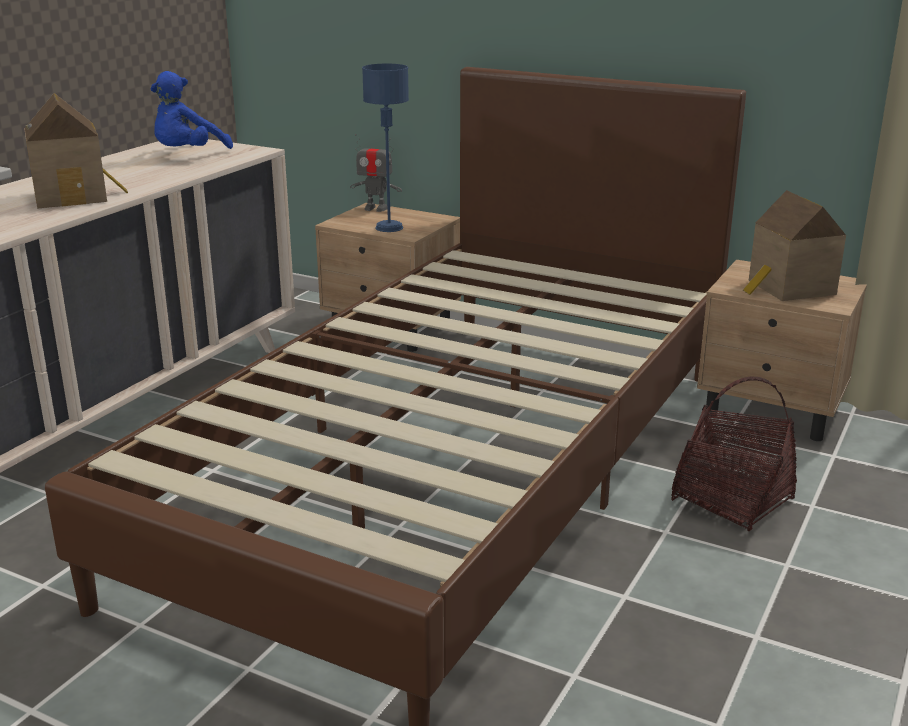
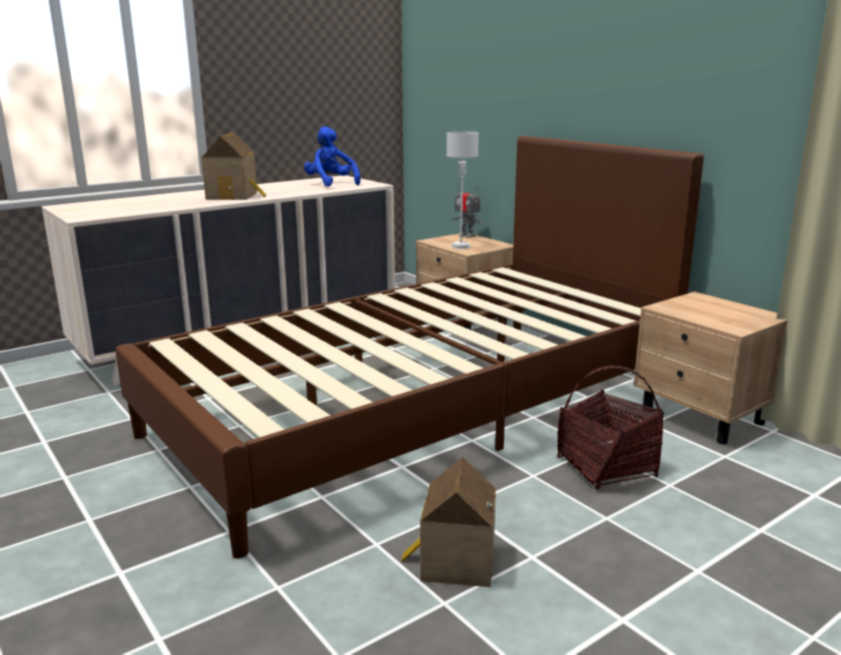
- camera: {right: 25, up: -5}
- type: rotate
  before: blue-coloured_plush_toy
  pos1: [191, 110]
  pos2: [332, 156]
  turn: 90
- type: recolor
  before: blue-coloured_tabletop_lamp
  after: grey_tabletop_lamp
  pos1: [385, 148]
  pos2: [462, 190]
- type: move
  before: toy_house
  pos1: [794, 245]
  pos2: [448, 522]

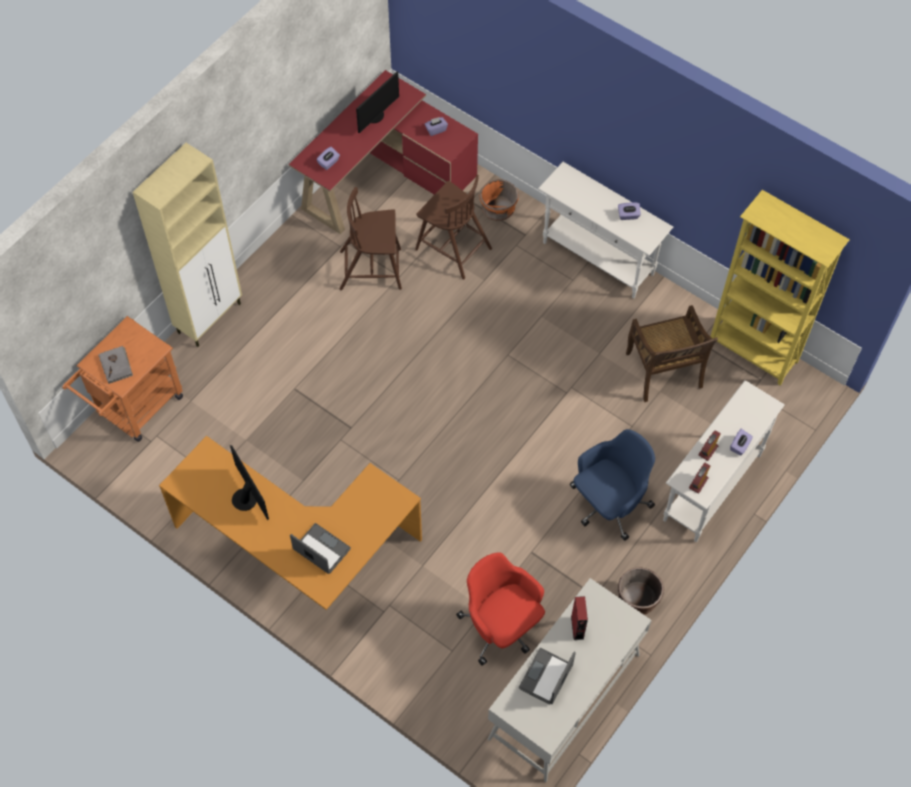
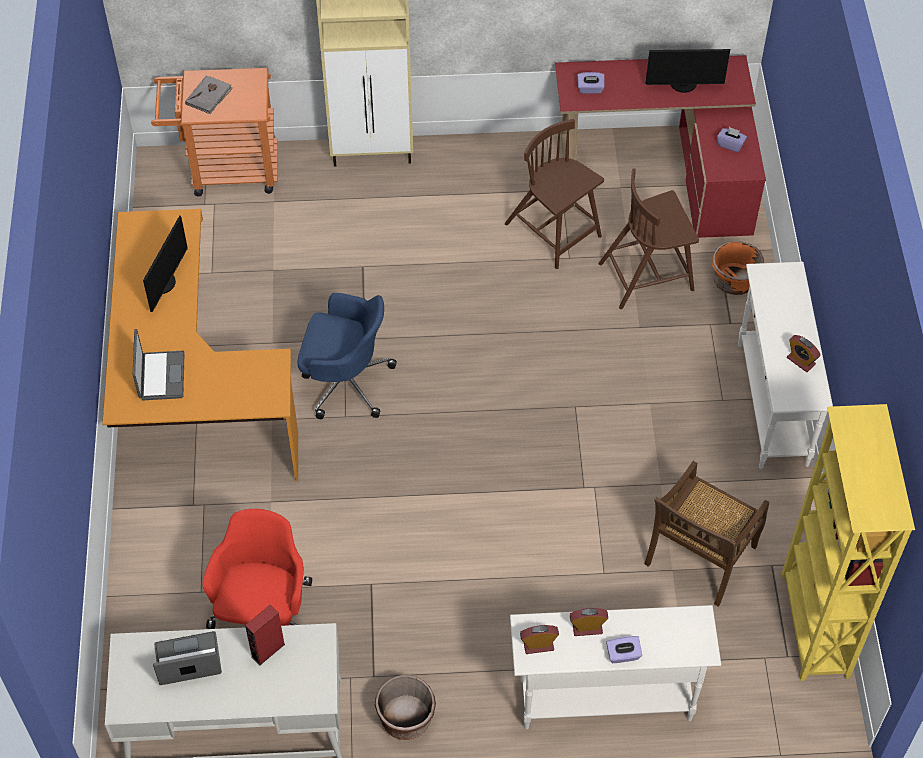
- camera: {right: 50, up: -5}
- type: rotate
  before: brown_chair
  pos1: [453, 227]
  pos2: [648, 239]
  turn: 75
- type: move
  before: blue-coloured_office_chair
  pos1: [612, 485]
  pos2: [347, 356]
- type: replace
  before: purplish_tissue_box
  after: table_clock
  pos1: [629, 211]
  pos2: [804, 353]

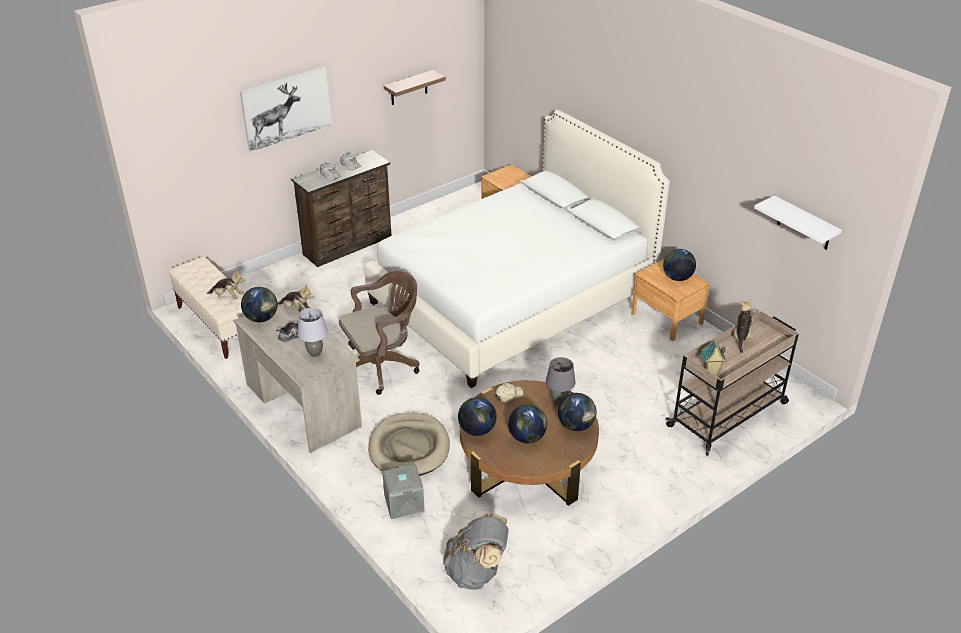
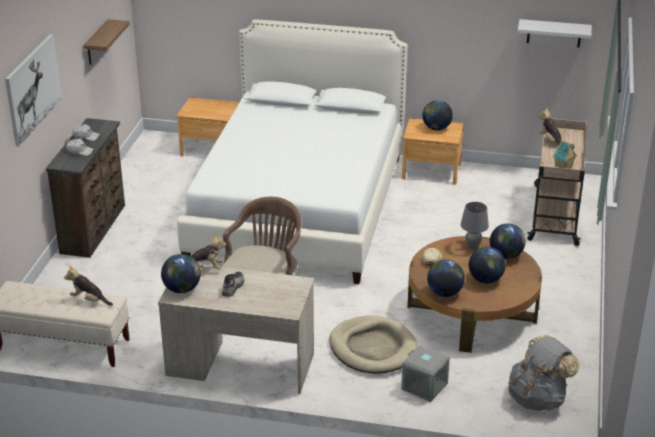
- camera: {right: -40, up: -5}
- type: rotate
  before: plush_toy
  pos1: [226, 285]
  pos2: [88, 285]
  turn: -135
- type: delete
  before: grey_tabletop_lamp
  pos1: [313, 332]

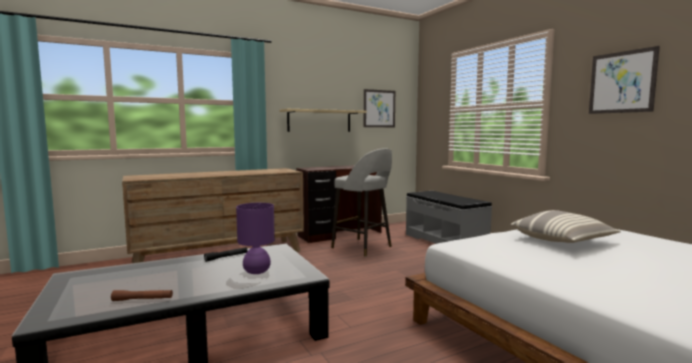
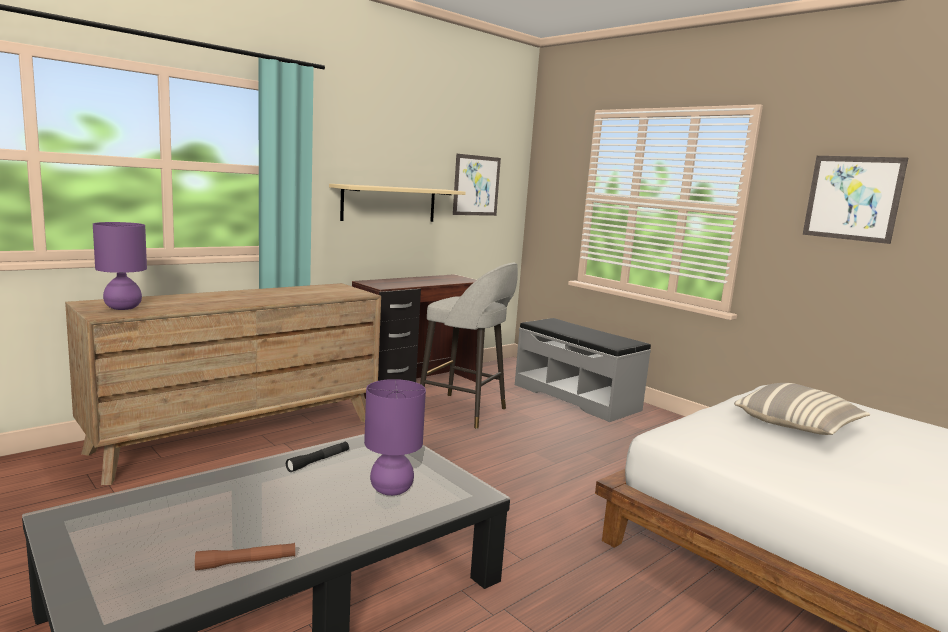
- camera: {right: -15, up: 5}
- type: insert
  after: purplish_tabletop_lamp
  pos2: [120, 266]

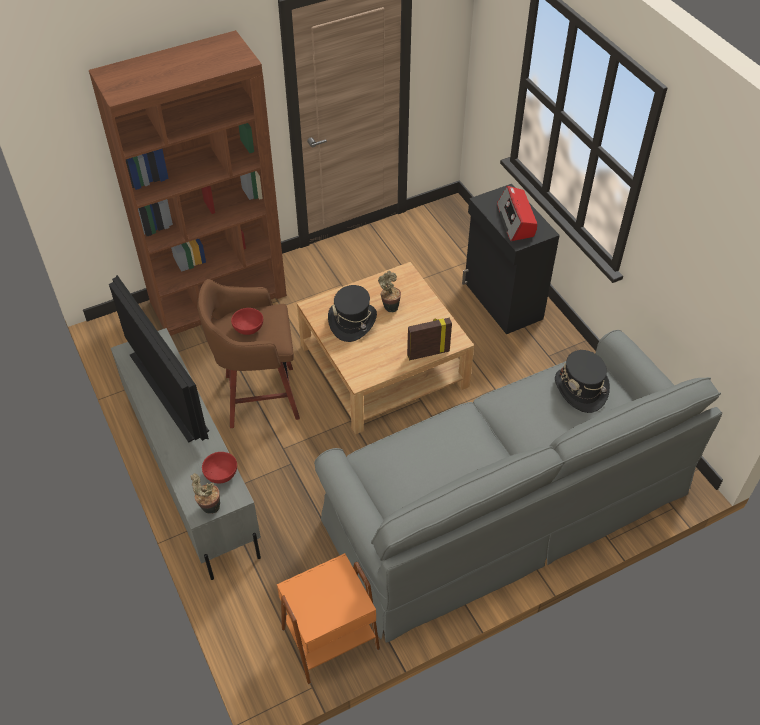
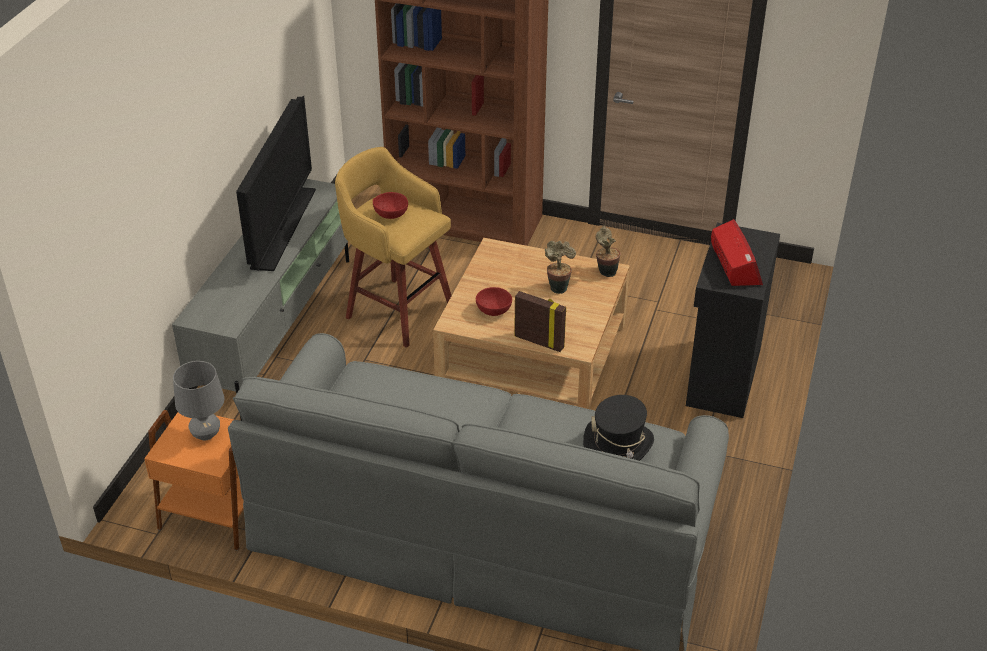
- camera: {right: 45, up: -10}
- type: move
  before: houseplant
  pos1: [205, 493]
  pos2: [608, 251]
- type: recolor
  before: brown_stool
  after: yellow_stool
  pos1: [248, 353]
  pos2: [393, 247]
- type: move
  before: red-coloured_serving_bowl
  pos1: [219, 467]
  pos2: [494, 301]
- type: delete
  before: black-coloured_wearable_hat
  pos1: [352, 313]
- type: rotate
  before: radio
  pos1: [517, 213]
  pos2: [737, 252]
  turn: 135
- type: insert
  after: grey_tabletop_lamp
  pos2: [198, 400]

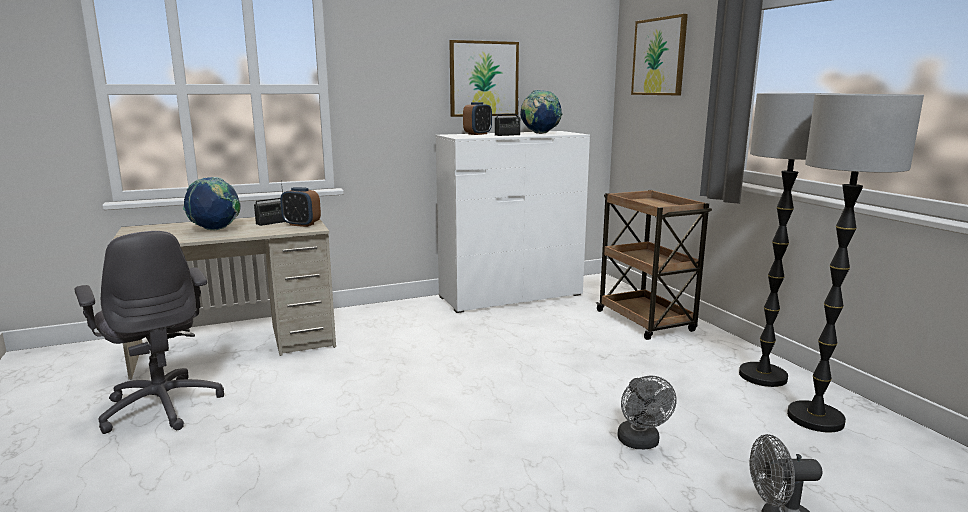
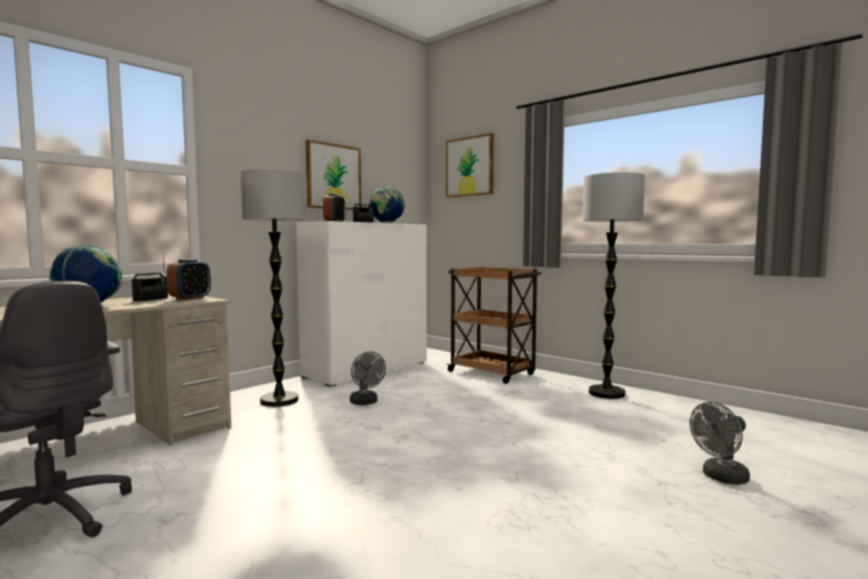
- camera: {right: -25, up: -10}
- type: rotate
  before: table_clock
  pos1: [300, 207]
  pos2: [188, 279]
  turn: -60
- type: move
  before: grey_electric_fan
  pos1: [647, 412]
  pos2: [368, 378]
- type: move
  before: floor_lamp
  pos1: [855, 263]
  pos2: [273, 288]

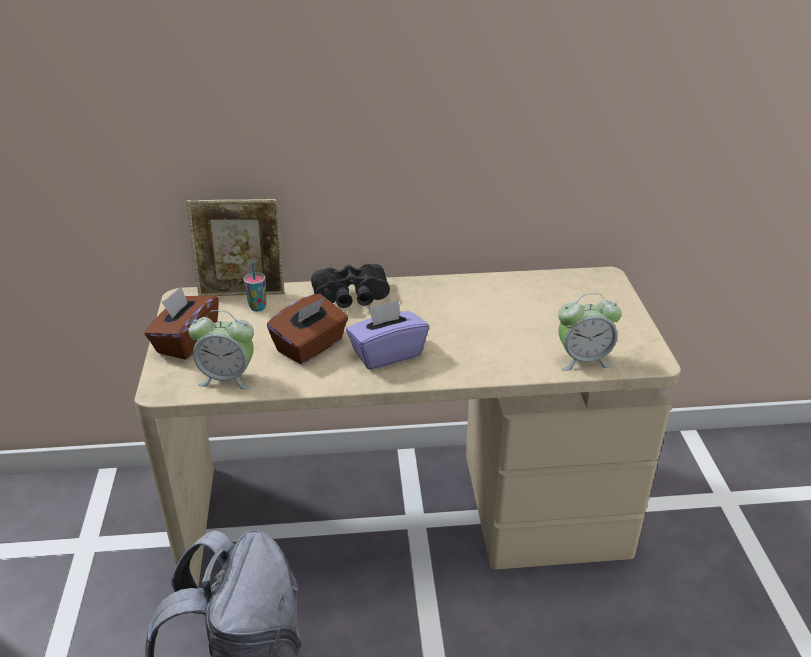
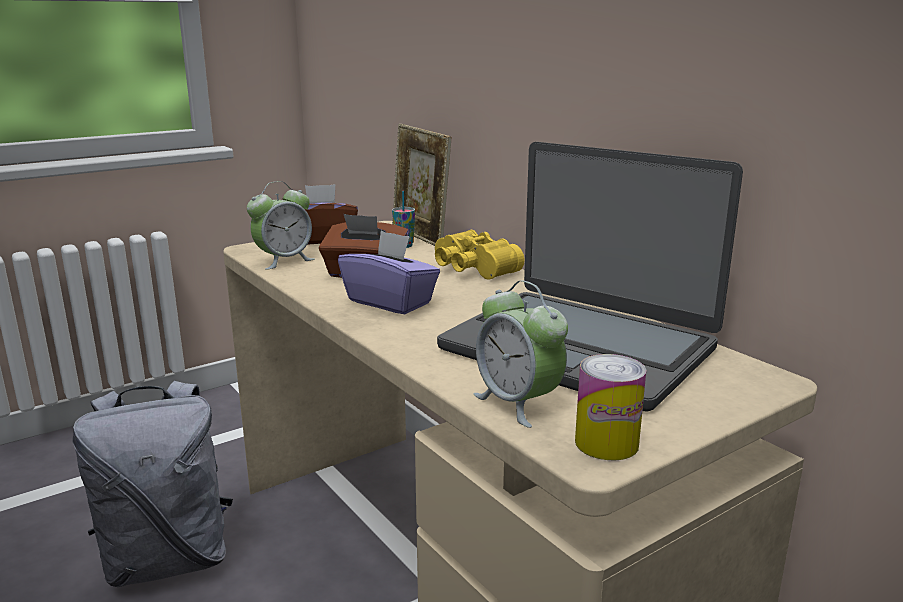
- camera: {right: 60, up: -15}
- type: rotate
  before: table_clock
  pos1: [221, 349]
  pos2: [281, 225]
  turn: -105
- type: recolor
  before: black-coloured_field_glasses
  after: yellow_field_glasses
  pos1: [350, 286]
  pos2: [479, 255]
- type: insert
  after: laptop
  pos2: [590, 277]
- type: insert
  after: can
  pos2: [610, 407]

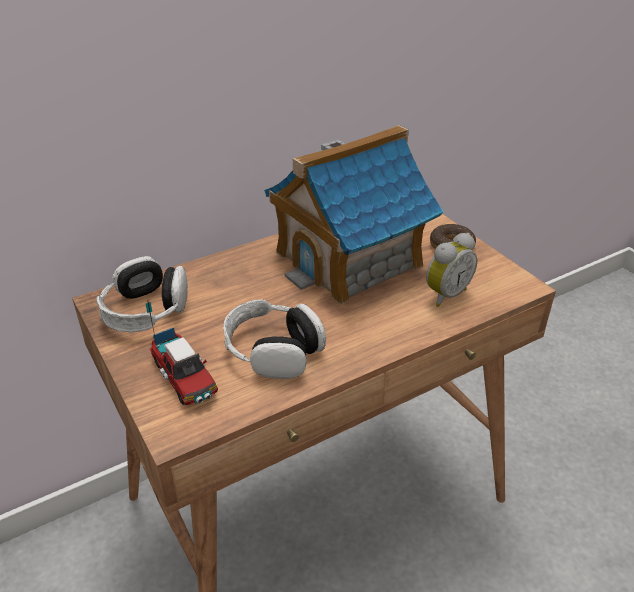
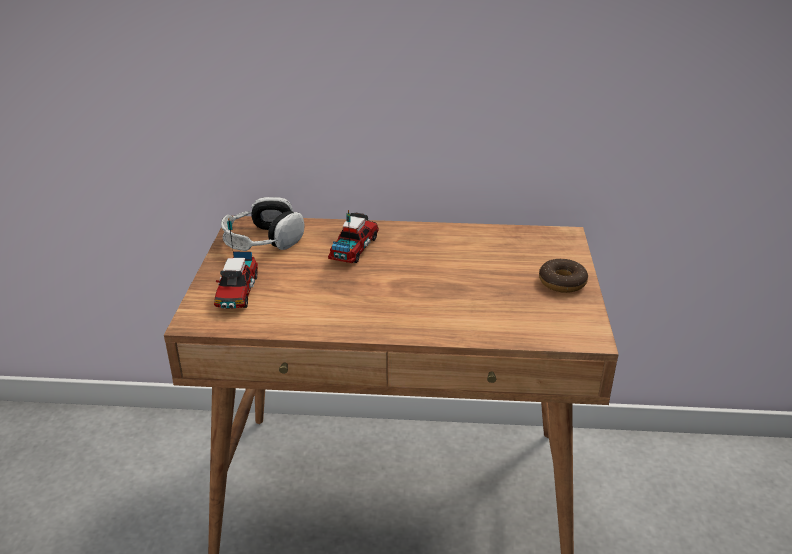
- camera: {right: 35, up: -5}
- type: delete
  before: headphones
  pos1: [274, 339]
- type: delete
  before: toy_house
  pos1: [354, 215]
- type: delete
  before: table_clock
  pos1: [451, 270]
- type: insert
  after: toy_truck
  pos2: [353, 236]

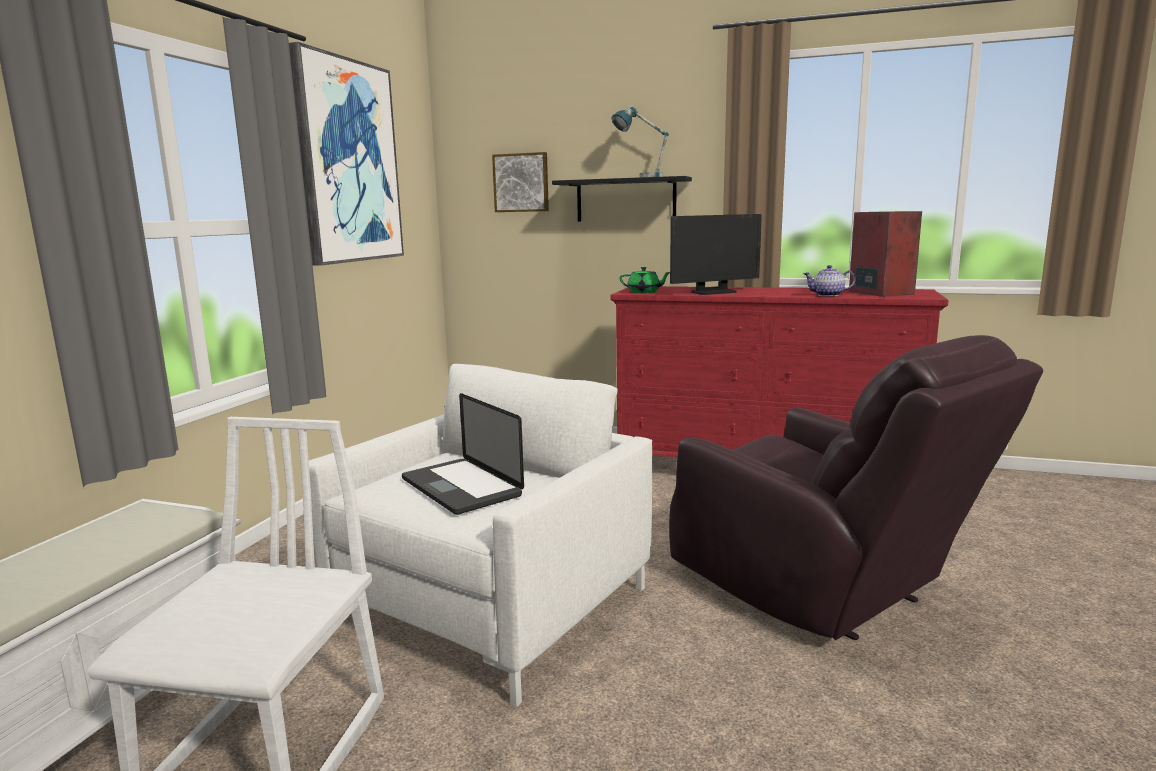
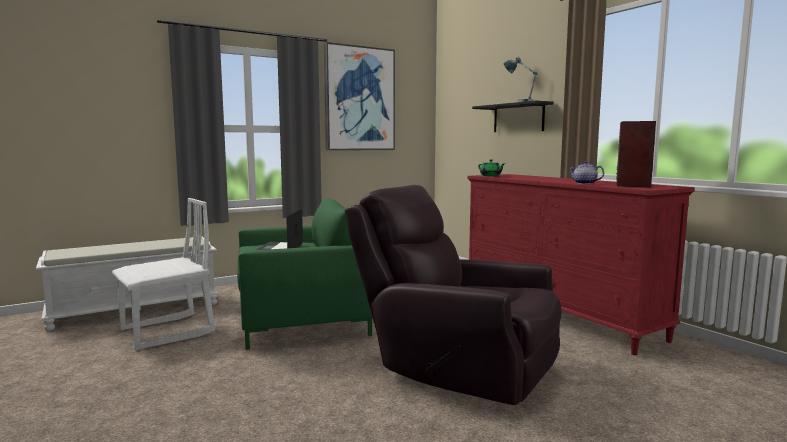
- camera: {right: 40, up: -5}
- type: recolor
  before: whitish_easy_chair
  after: green_easy_chair
  pos1: [480, 535]
  pos2: [305, 274]
- type: delete
  before: wall_art
  pos1: [520, 182]
- type: rotate
  before: brown_easy_chair
  pos1: [856, 487]
  pos2: [453, 295]
  turn: 120
- type: delete
  before: computer_display
  pos1: [716, 254]

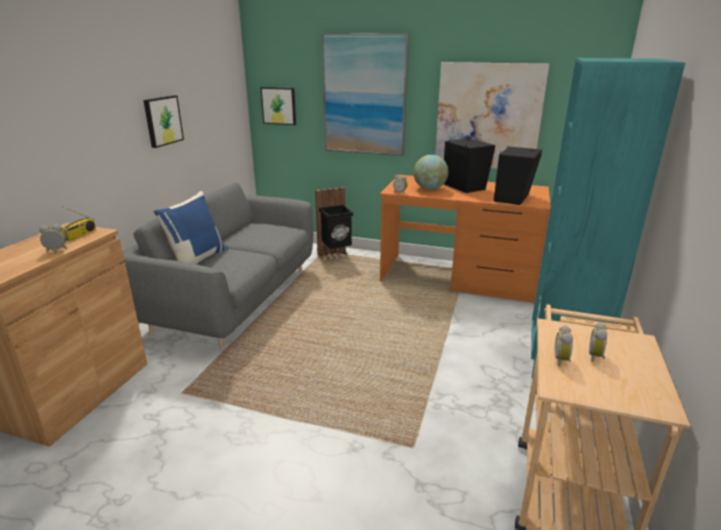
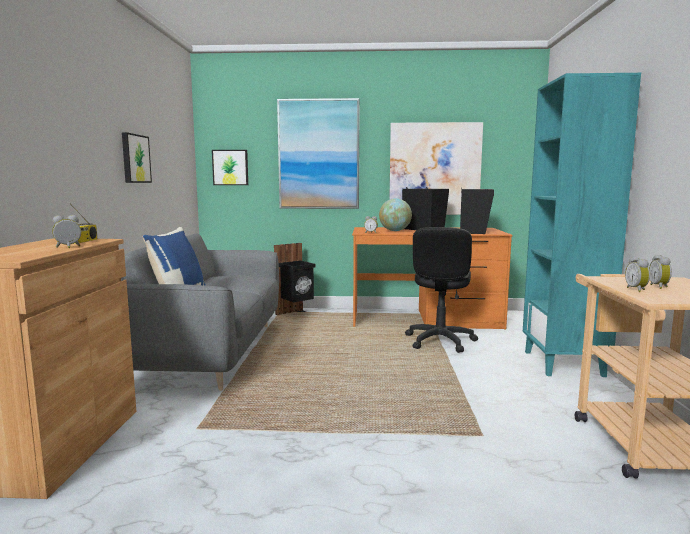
- camera: {right: -15, up: -15}
- type: insert
  after: black-coloured_office_chair
  pos2: [441, 290]

